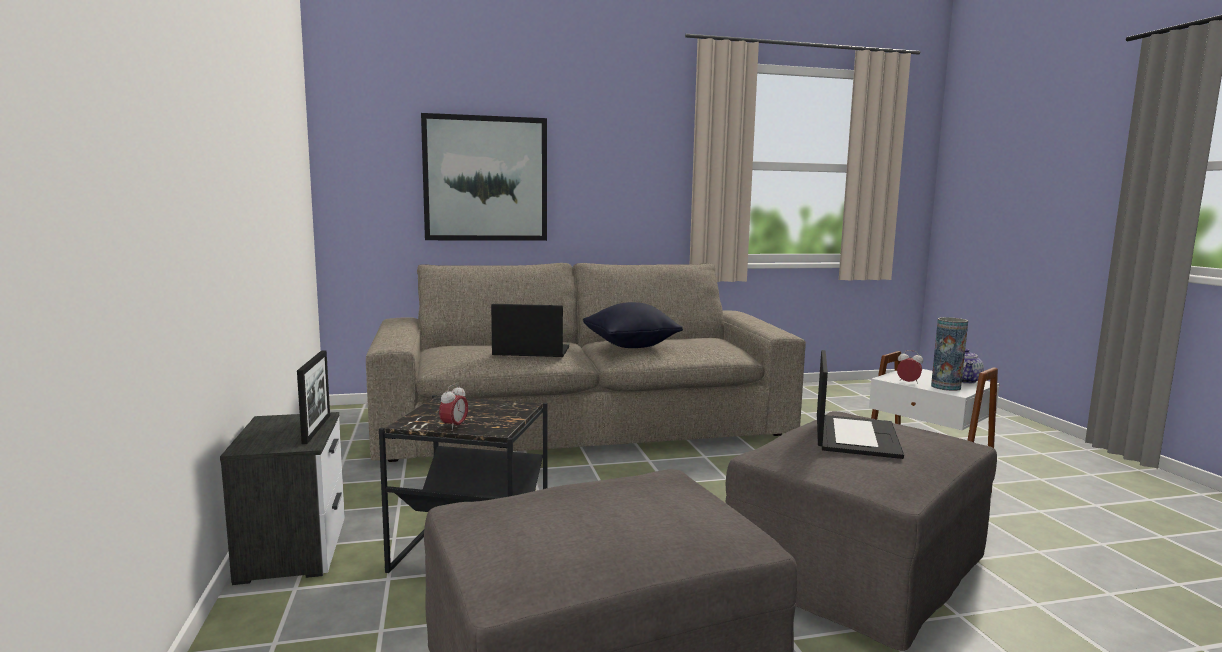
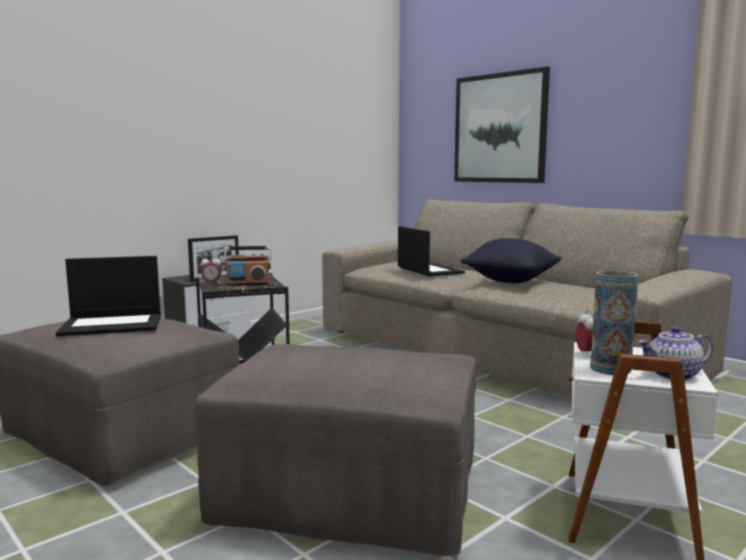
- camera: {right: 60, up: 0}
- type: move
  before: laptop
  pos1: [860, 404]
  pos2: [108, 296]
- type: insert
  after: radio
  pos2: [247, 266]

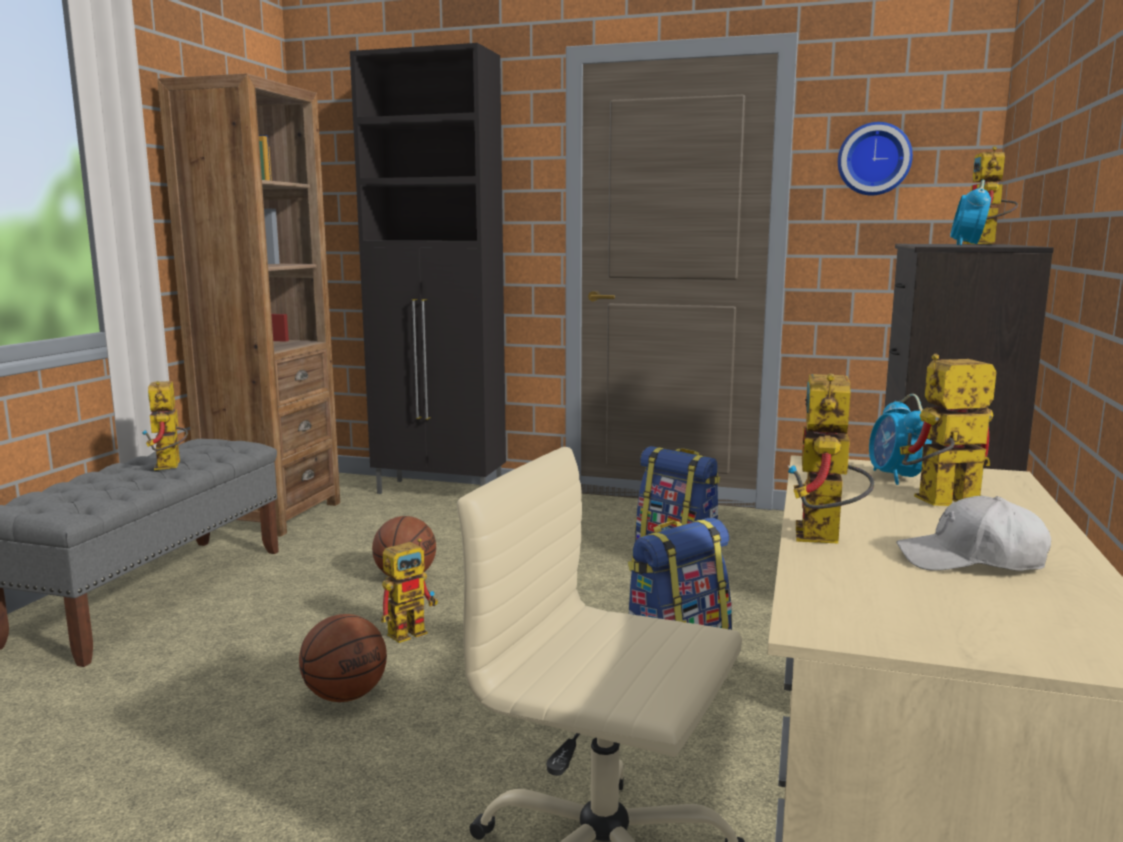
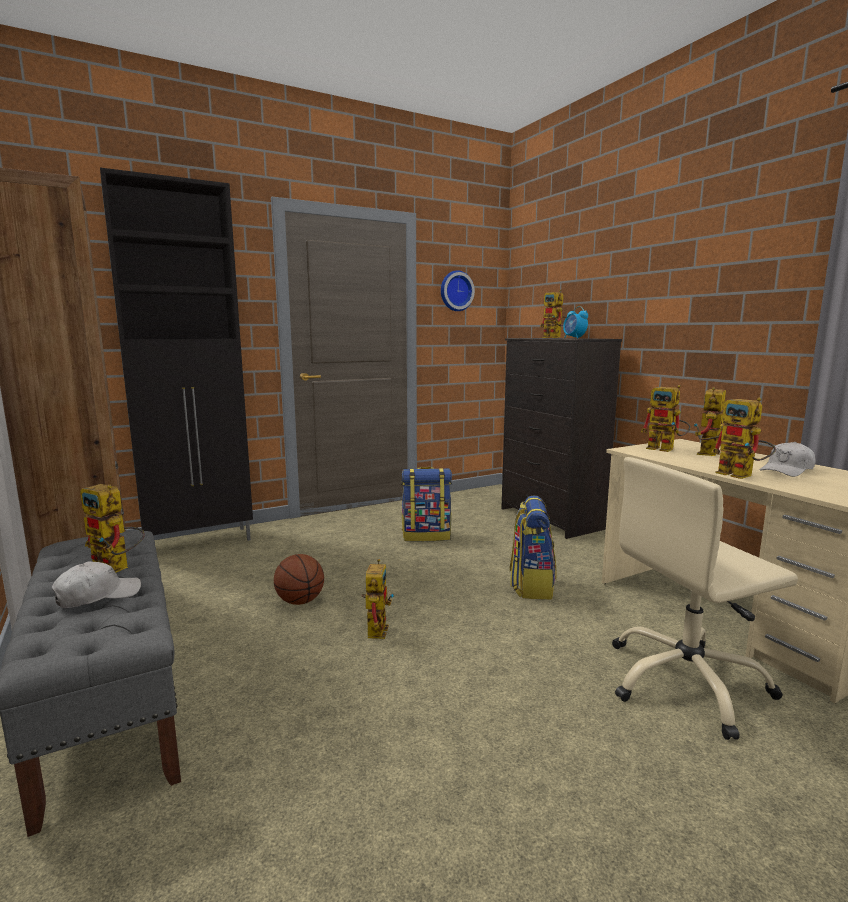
- camera: {right: -45, up: 0}
- type: delete
  before: basketball_ball
  pos1: [343, 658]
- type: replace
  before: table_clock
  after: model_robot
  pos1: [900, 439]
  pos2: [666, 418]
- type: insert
  after: whitish_cap
  pos2: [96, 584]

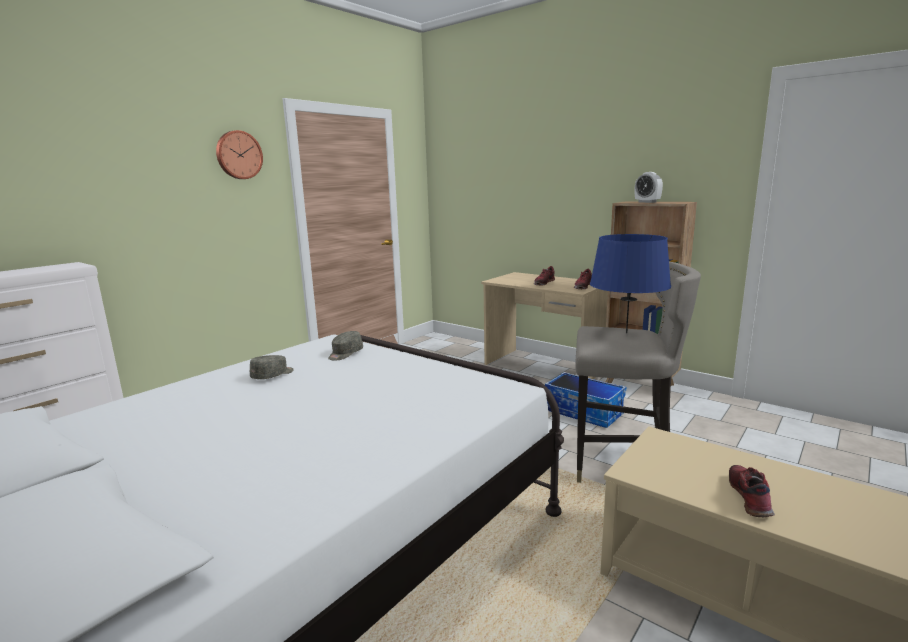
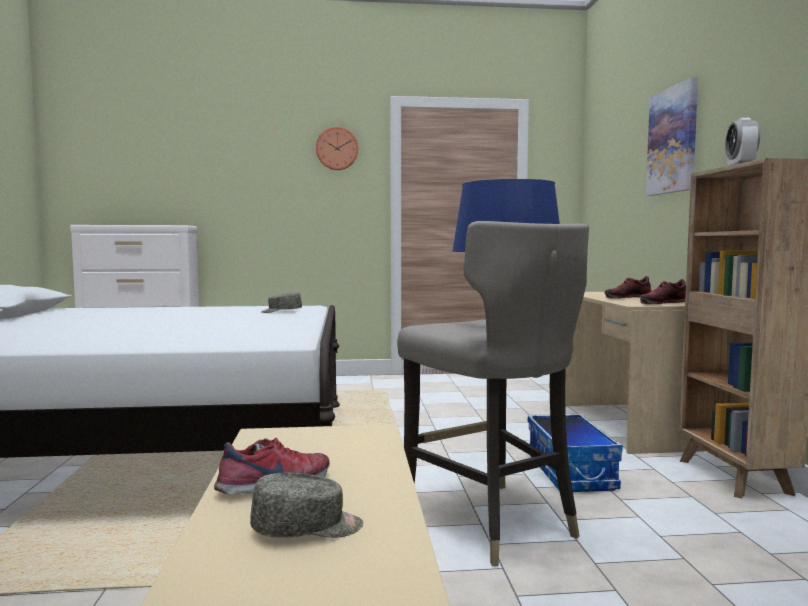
- camera: {right: 45, up: -10}
- type: move
  before: grey_cap
  pos1: [271, 367]
  pos2: [306, 505]
- type: insert
  after: wall_art
  pos2: [672, 136]

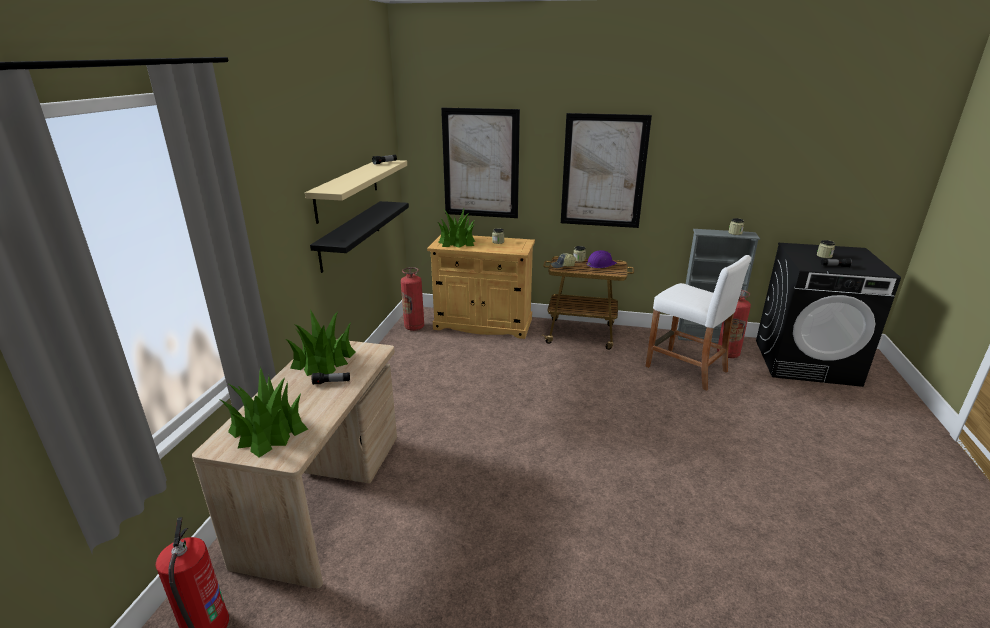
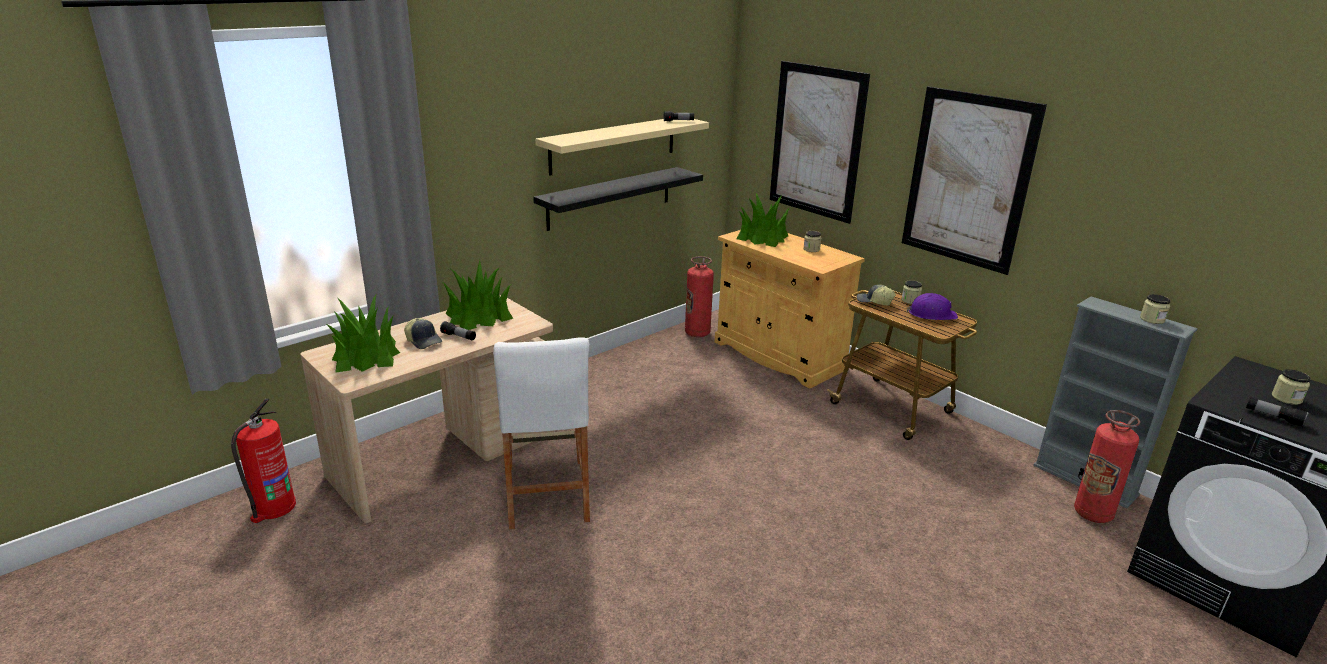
- camera: {right: 35, up: 0}
- type: move
  before: whitish_stool
  pos1: [698, 323]
  pos2: [541, 433]
- type: insert
  after: cap
  pos2: [423, 333]

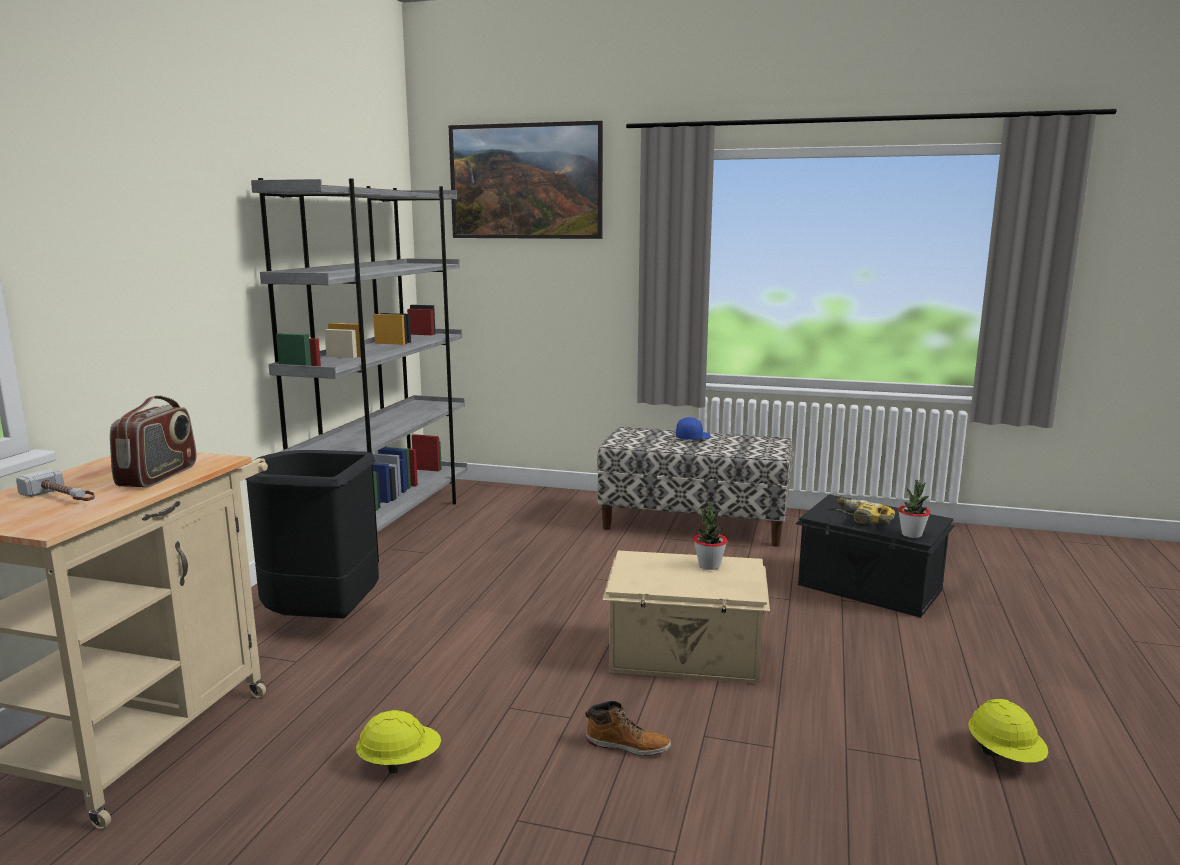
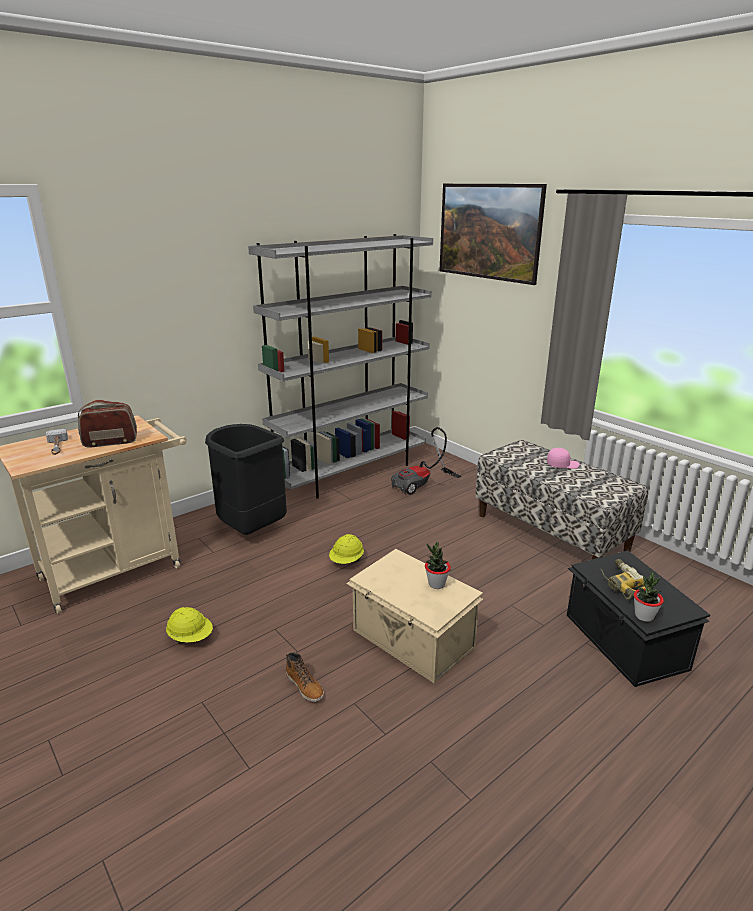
- camera: {right: 35, up: 10}
- type: rotate
  before: radio
  pos1: [153, 441]
  pos2: [107, 423]
  turn: -150
- type: recolor
  before: blue-coloured_cap
  after: pink-coloured_cap
  pos1: [693, 428]
  pos2: [563, 458]
- type: move
  before: yellow_hard_hat
  pos1: [1008, 731]
  pos2: [346, 549]
- type: insert
  after: vacuum
  pos2: [426, 461]

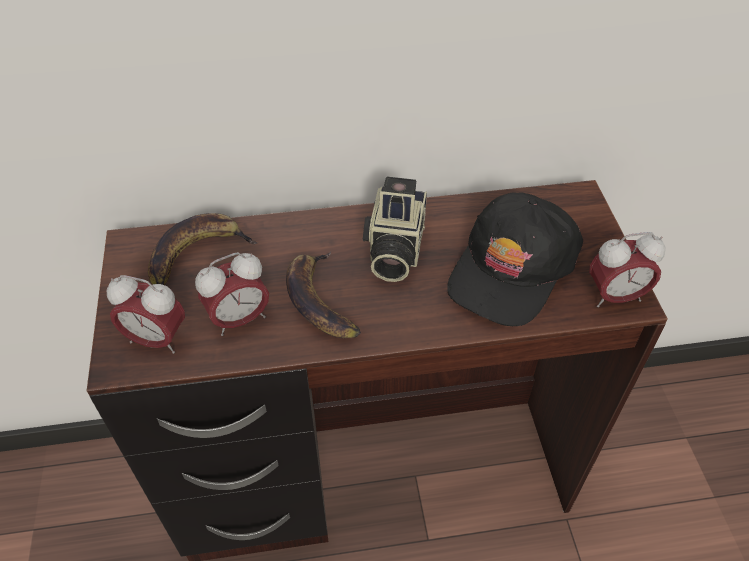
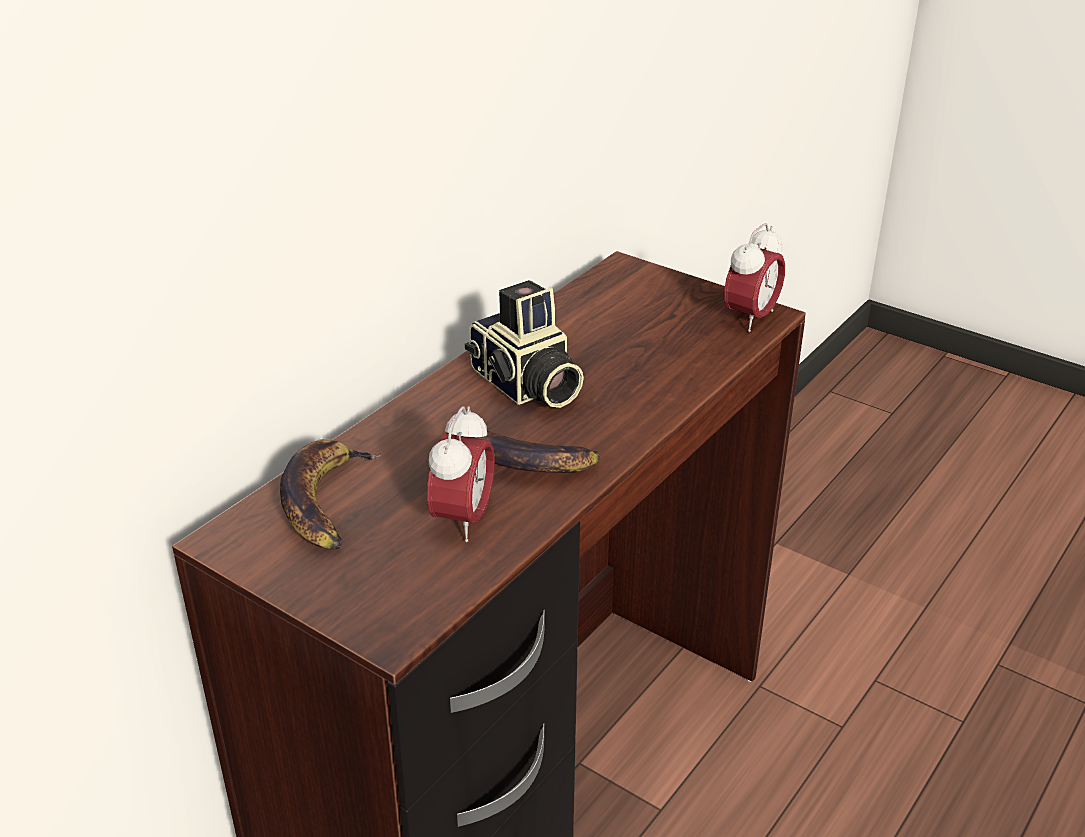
- camera: {right: -45, up: -15}
- type: delete
  before: table_clock
  pos1: [146, 314]
- type: delete
  before: black-coloured_cap
  pos1: [515, 259]

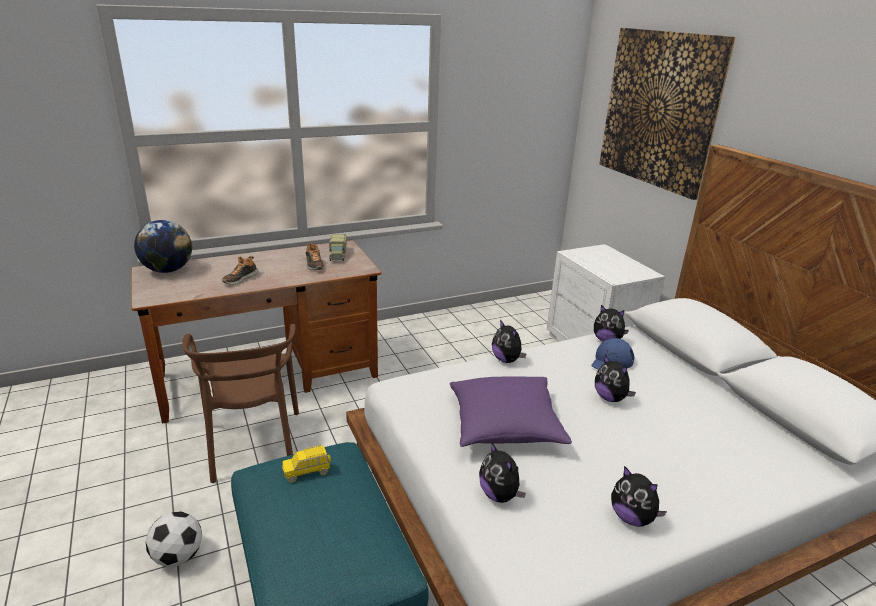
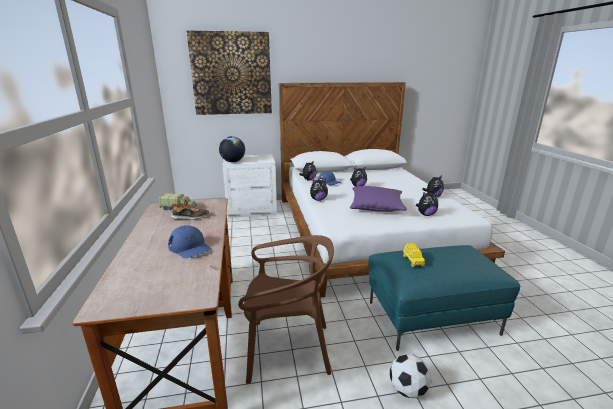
- camera: {right: -75, up: -5}
- type: move
  before: world_globe
  pos1: [163, 246]
  pos2: [232, 149]
- type: replace
  before: shoe
  after: blue-coloured_cap
  pos1: [240, 270]
  pos2: [189, 242]

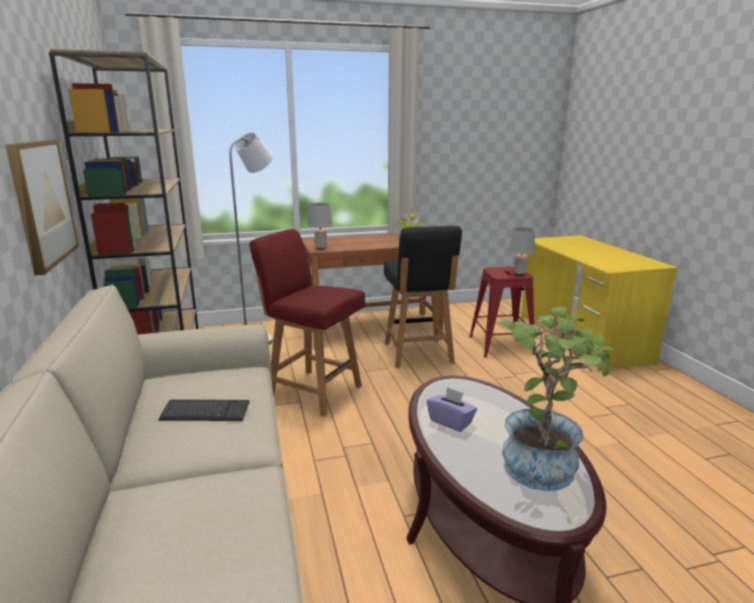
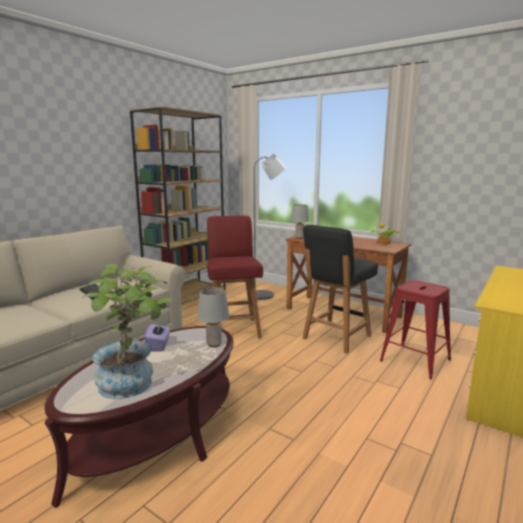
- camera: {right: 50, up: -5}
- type: delete
  before: wall_art
  pos1: [42, 208]
- type: move
  before: grey_tabletop_lamp
  pos1: [522, 251]
  pos2: [213, 317]

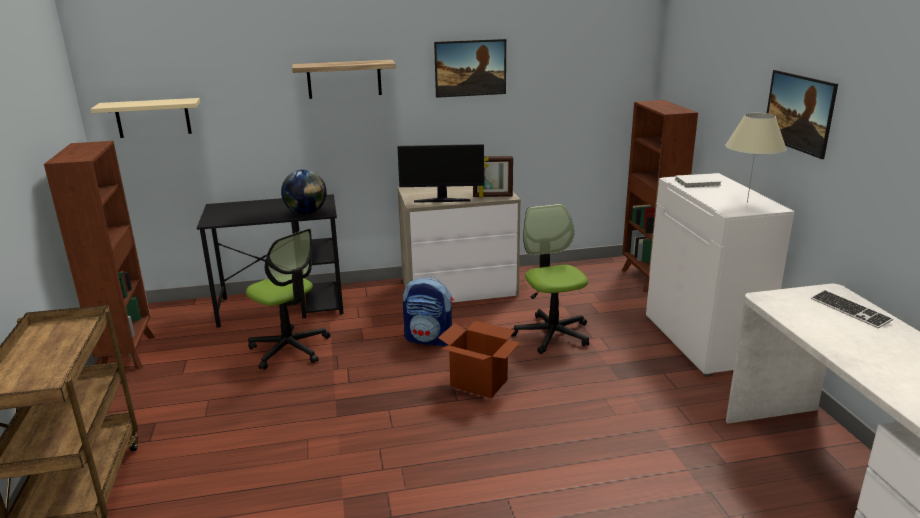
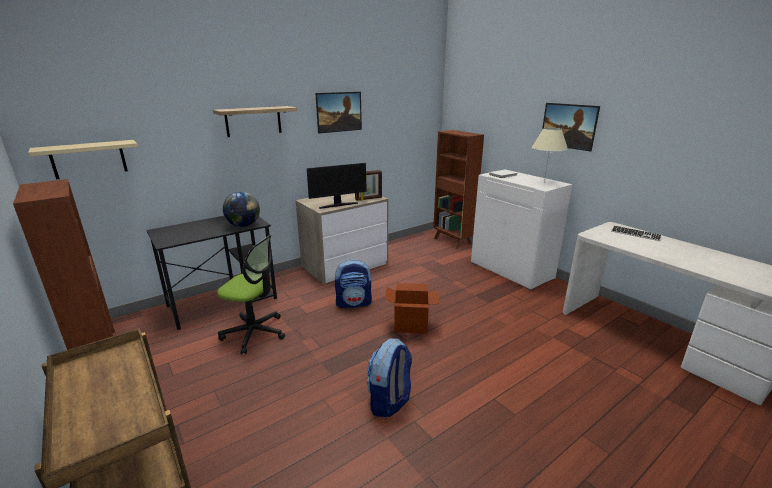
- camera: {right: -25, up: 0}
- type: delete
  before: office_chair
  pos1: [550, 279]
- type: insert
  after: rucksack
  pos2: [390, 377]

